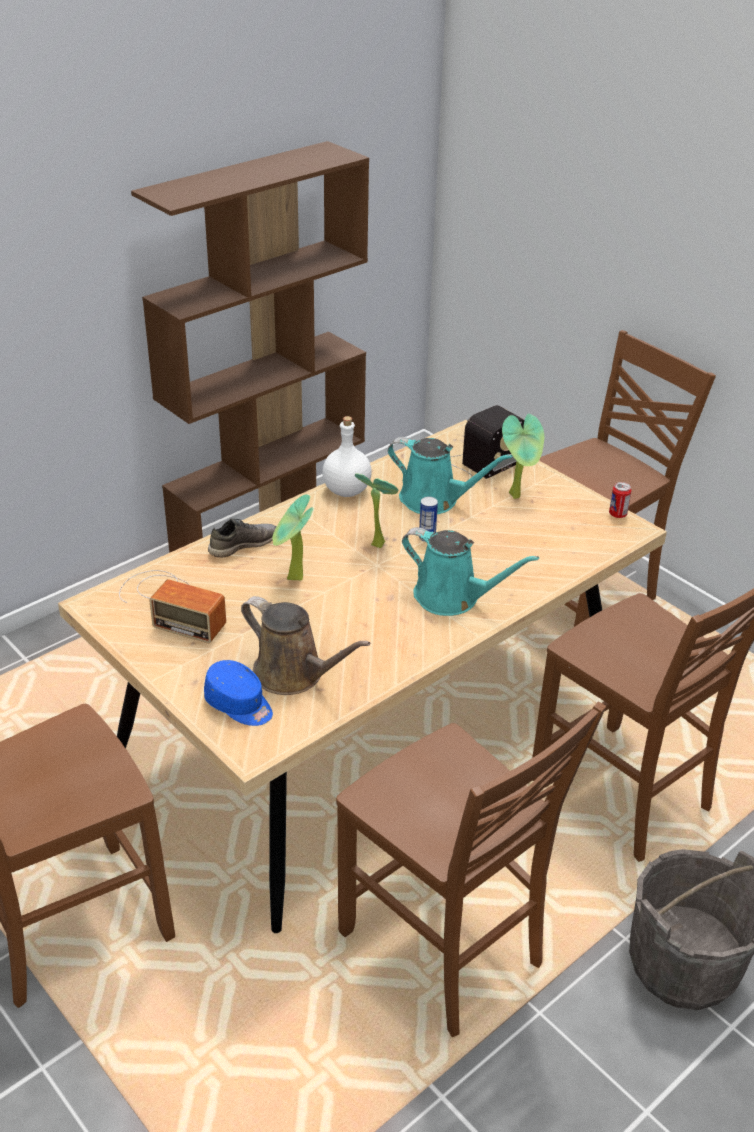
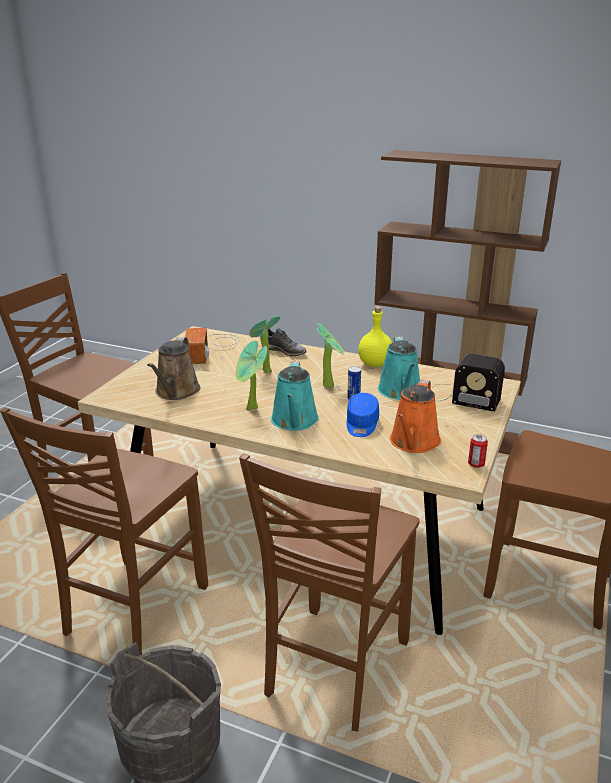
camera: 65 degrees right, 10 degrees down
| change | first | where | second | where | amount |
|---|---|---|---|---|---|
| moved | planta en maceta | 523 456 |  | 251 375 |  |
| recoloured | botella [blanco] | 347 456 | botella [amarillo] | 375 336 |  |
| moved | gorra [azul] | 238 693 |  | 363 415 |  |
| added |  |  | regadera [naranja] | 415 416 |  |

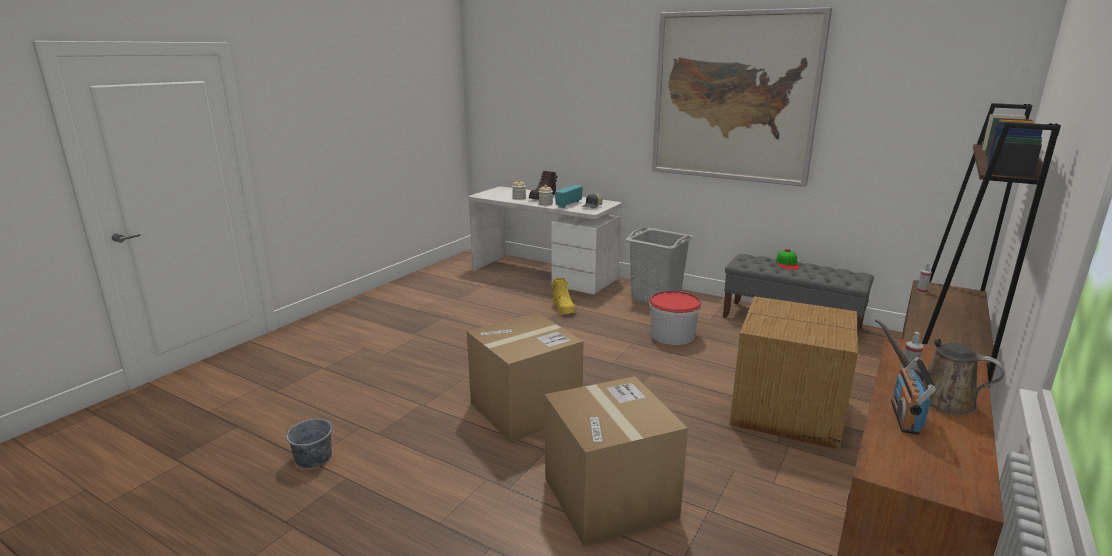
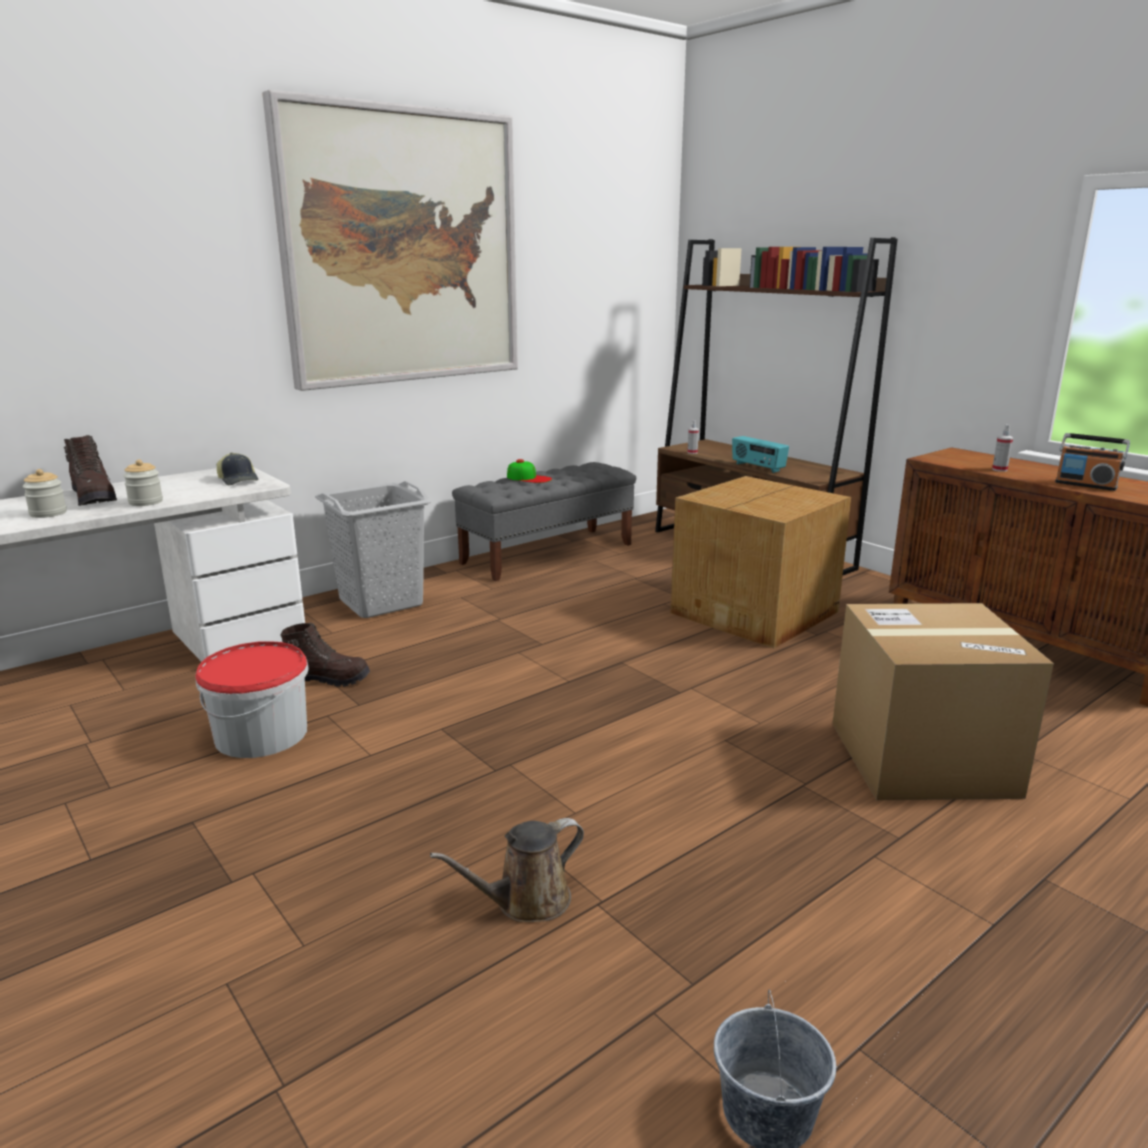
camera: 70 degrees left, 0 degrees up
| change | first | where | second | where | amount |
|---|---|---|---|---|---|
| moved | radio | 569 196 |  | 760 454 |  |
| recoloured | bota [amarillo] | 564 296 | bota [marrón] | 325 654 |  |
| moved | cubo | 675 318 |  | 252 699 |  |
| removed | caja de cartón | 525 378 |  |  |  |
| moved | regadera [marrón] | 940 367 |  | 507 870 |  |

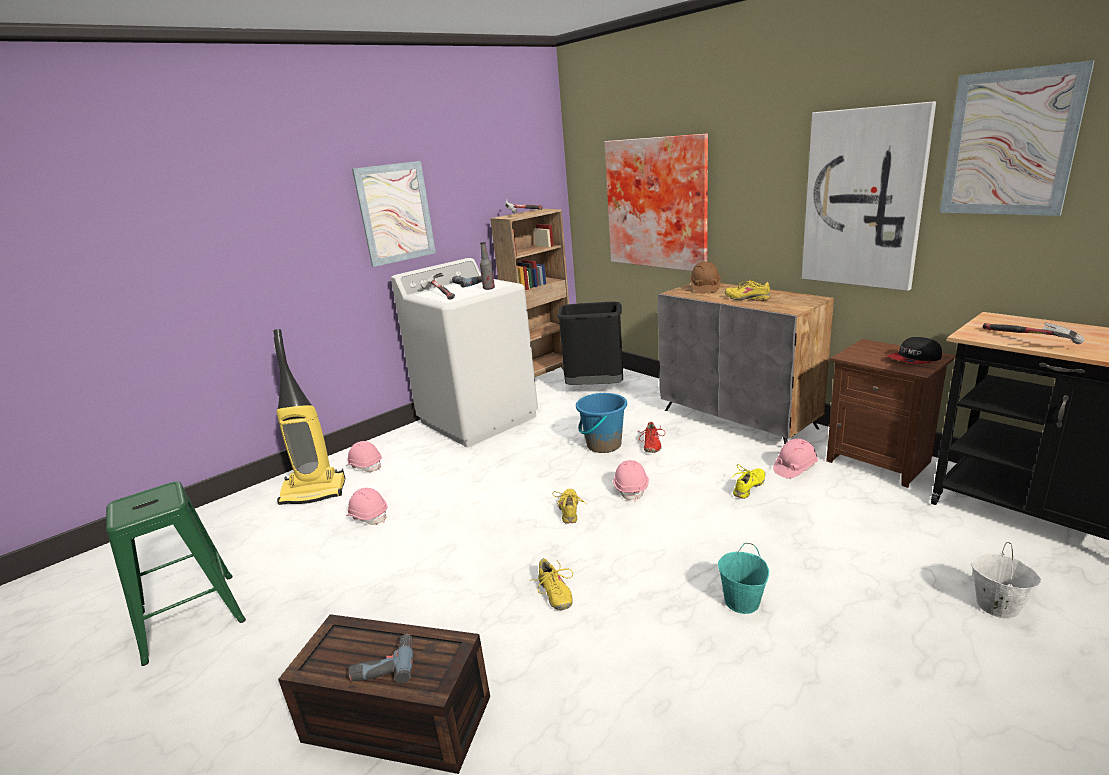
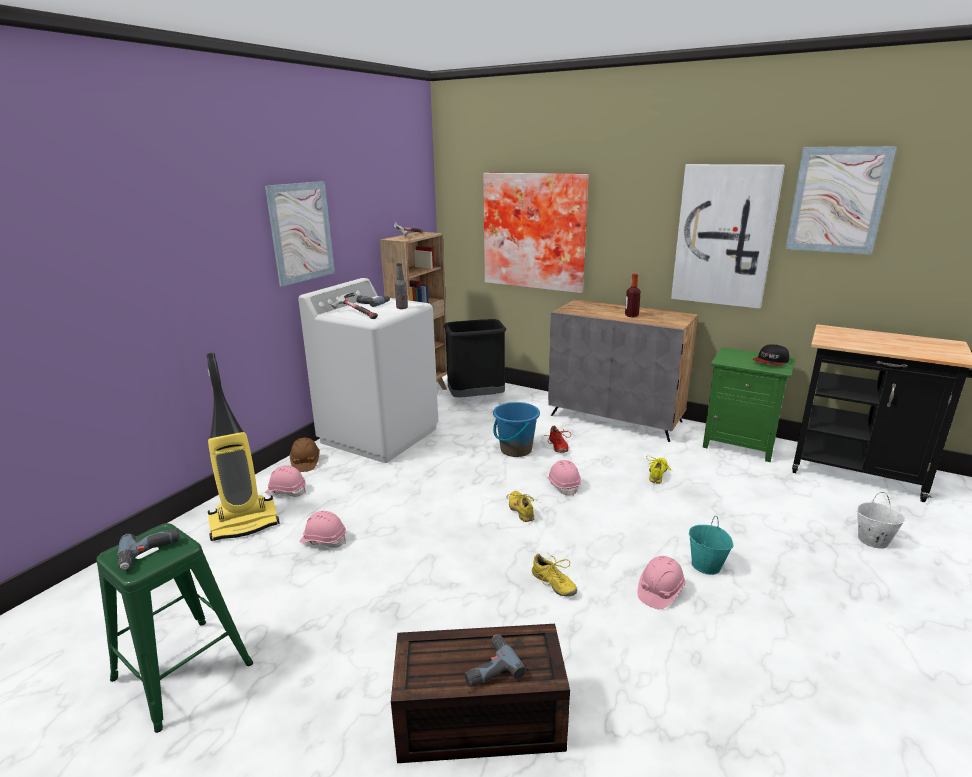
camera: 20 degrees left, 0 degrees up
| change | first | where | second | where | amount |
|---|---|---|---|---|---|
| moved | casco [marrón] | 705 277 |  | 305 455 |  |
| replaced | zapato [amarillo] | 748 290 | botella | 633 295 |  |
| removed | martillo | 1033 333 |  |  |  |
| recoloured | mesita de noche [marrón] | 891 413 | mesita de noche [verde] | 749 404 |  |
| moved | casco [rosa] | 795 459 |  | 661 582 |  |
| added |  |  | taladro | 149 549 |  |

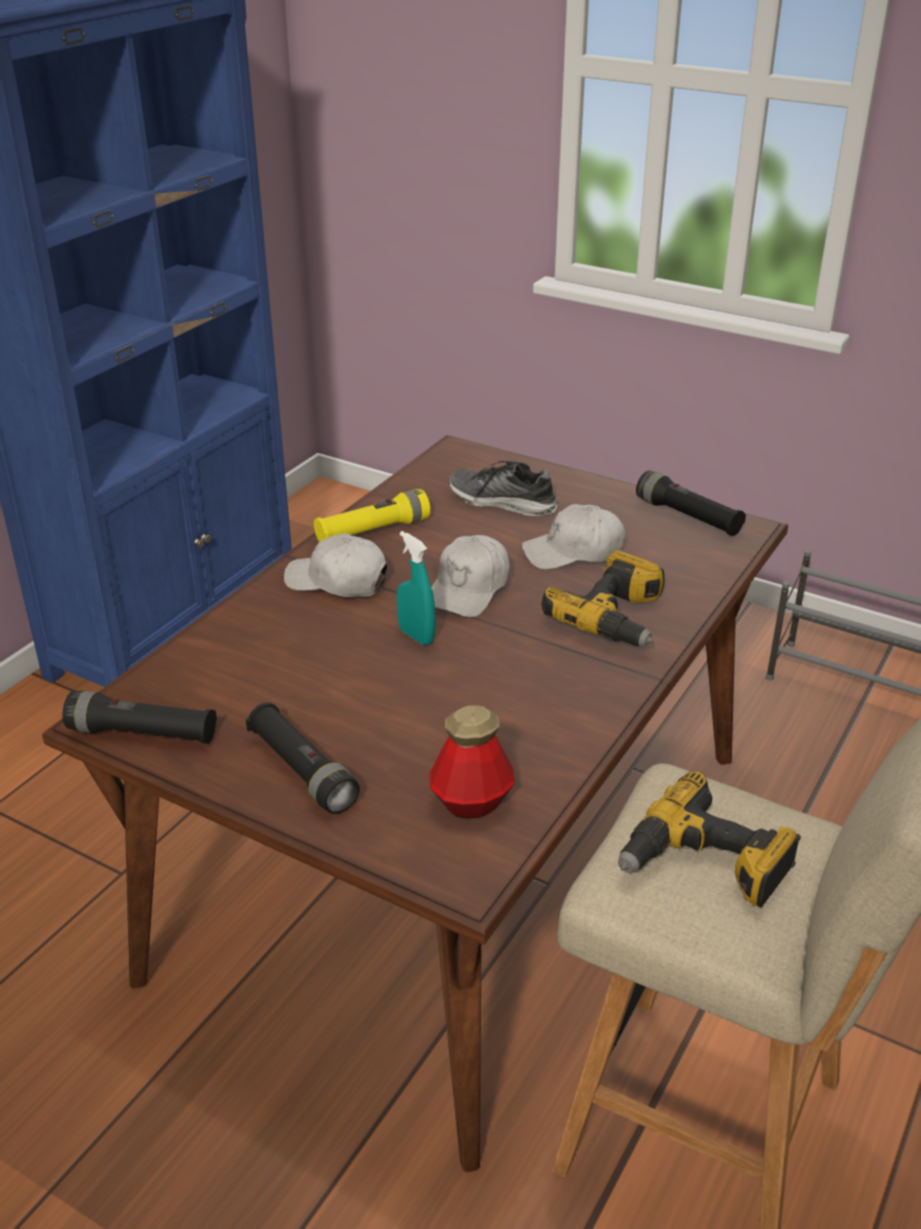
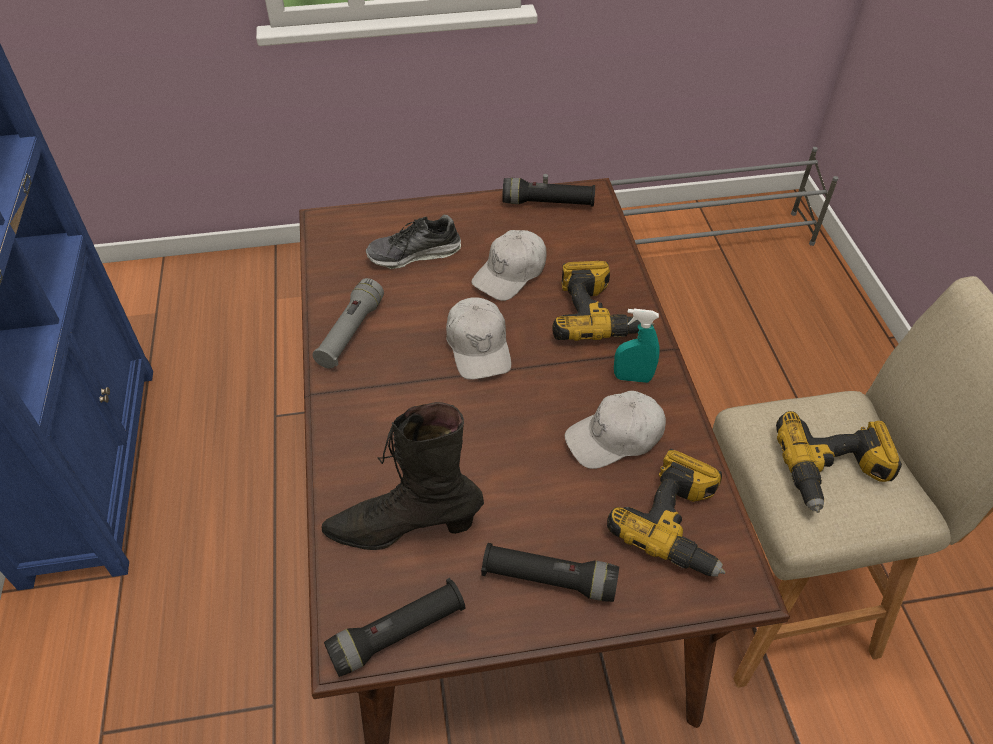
camera: 40 degrees left, 15 degrees up
| change | first | where | second | where | amount |
|---|---|---|---|---|---|
| recoloured | linterna [amarillo] | 372 515 | linterna [gris] | 348 323 |  |
| moved | pulverizador [turquesa] | 416 588 |  | 637 346 |  |
| moved | gorra [blanco] | 336 565 |  | 615 430 |  |
| replaced | botella | 472 762 | taladro | 666 513 |  |
| added |  |  | bota [negro] | 402 476 |  |

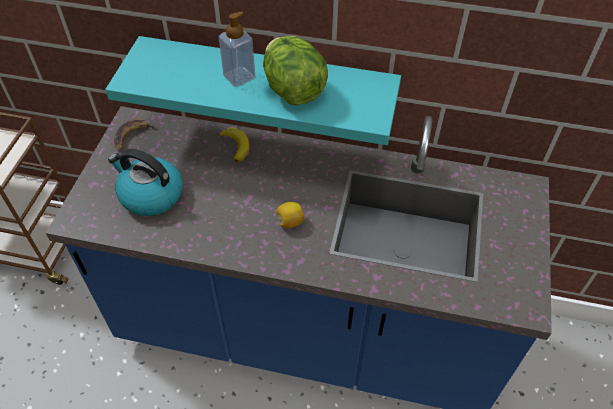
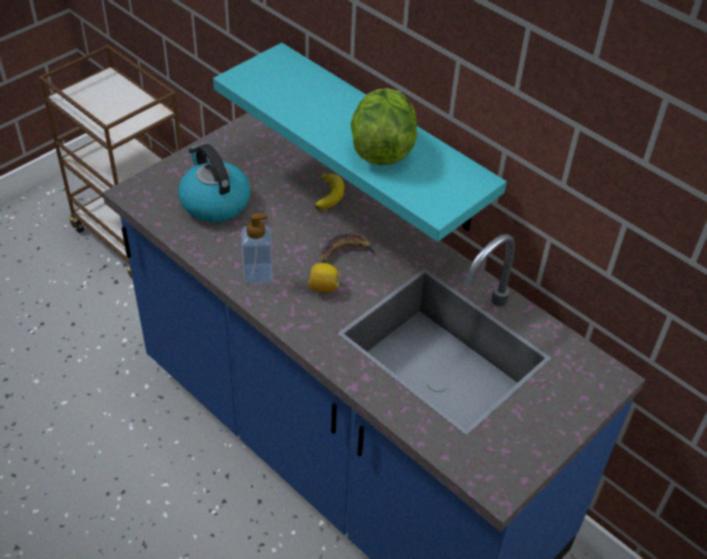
camera: 30 degrees right, 5 degrees down
| change | first | where | second | where | amount |
|---|---|---|---|---|---|
| moved | dispensador de jabón | 237 49 |  | 257 248 |  |
| moved | plátano | 135 135 |  | 348 248 |  |

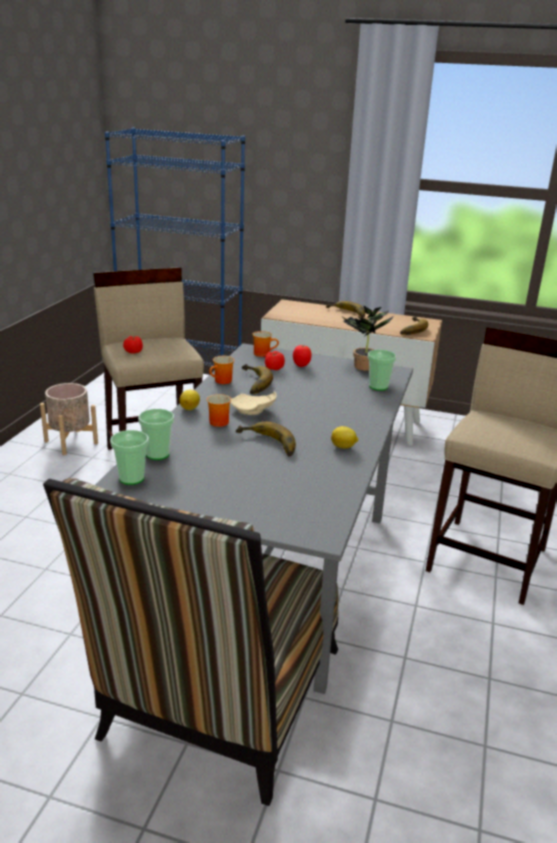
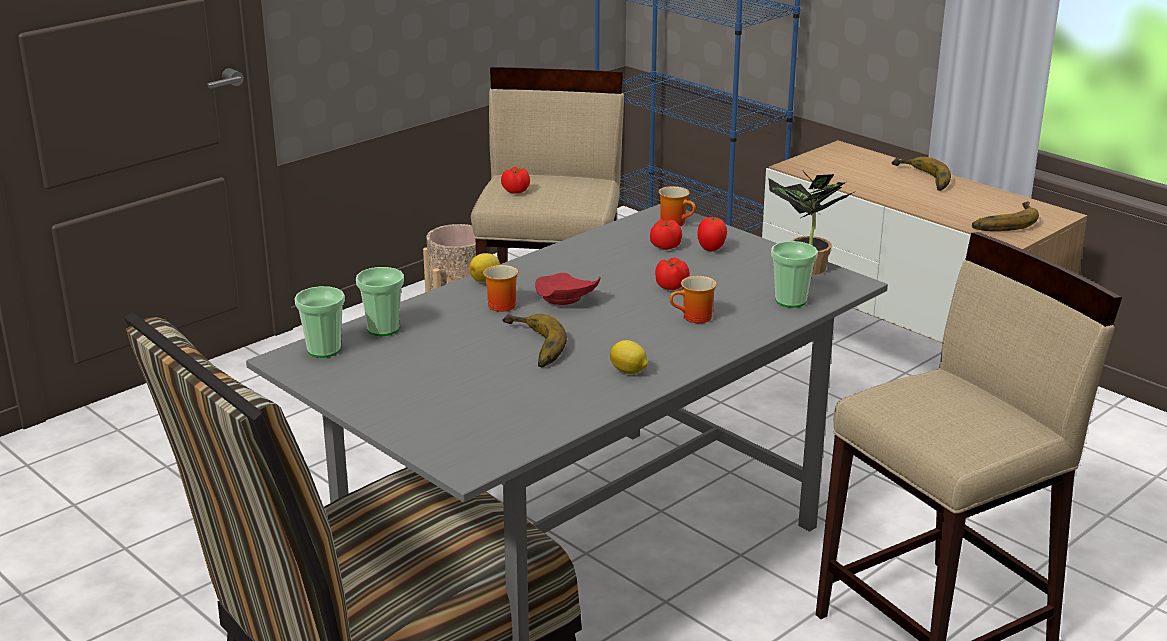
camera: 30 degrees right, 0 degrees up
| change | first | where | second | where | amount |
|---|---|---|---|---|---|
| moved | taza grande | 221 370 |  | 693 299 |  |
| removed | plátano | 257 379 |  |  |  |
| recoloured | plato [beis] | 253 403 | plato [rojo] | 567 289 |  |
| added |  |  | tomate | 672 273 |  |

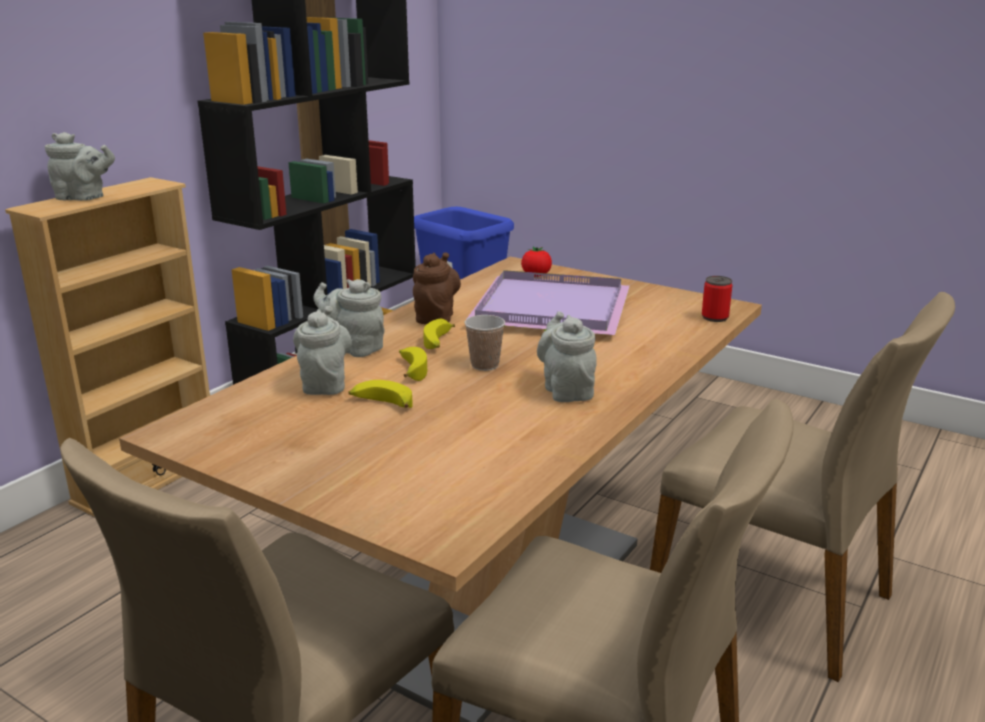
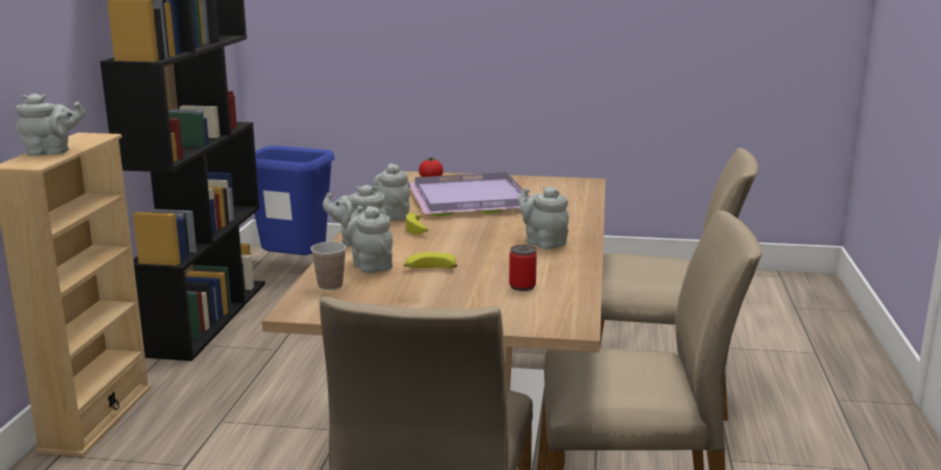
camera: 25 degrees left, 5 degrees down
| change | first | where | second | where | amount |
|---|---|---|---|---|---|
| recoloured | tetera [marrón] | 437 288 | tetera [gris] | 391 192 |  |
| moved | lata | 717 299 |  | 523 268 |  |
| moved | taza | 484 343 |  | 328 266 |  |
| removed | plátano | 413 364 |  |  |  |

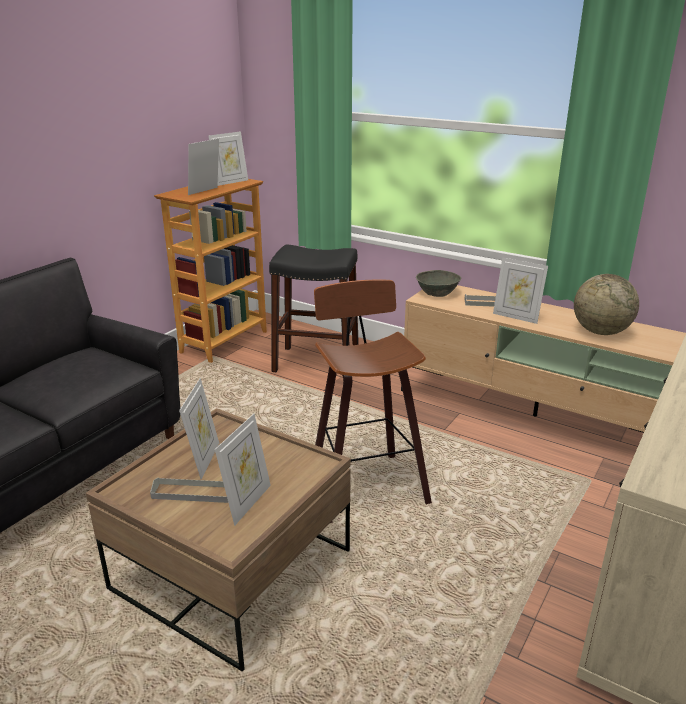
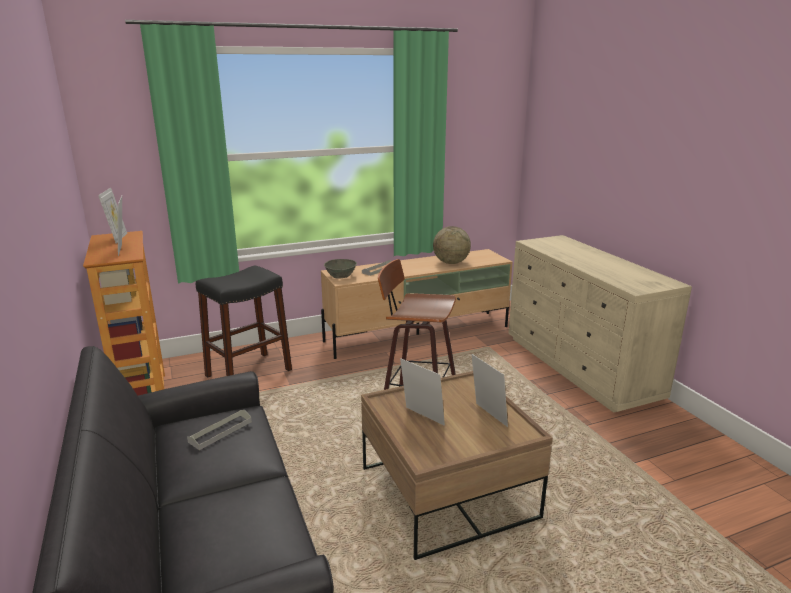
camera: 55 degrees left, 5 degrees down
| change | first | where | second | where | amount |
|---|---|---|---|---|---|
| removed | portarretratos | 520 290 |  |  |  |
| moved | bandeja [gris] | 189 490 |  | 219 430 |  |

